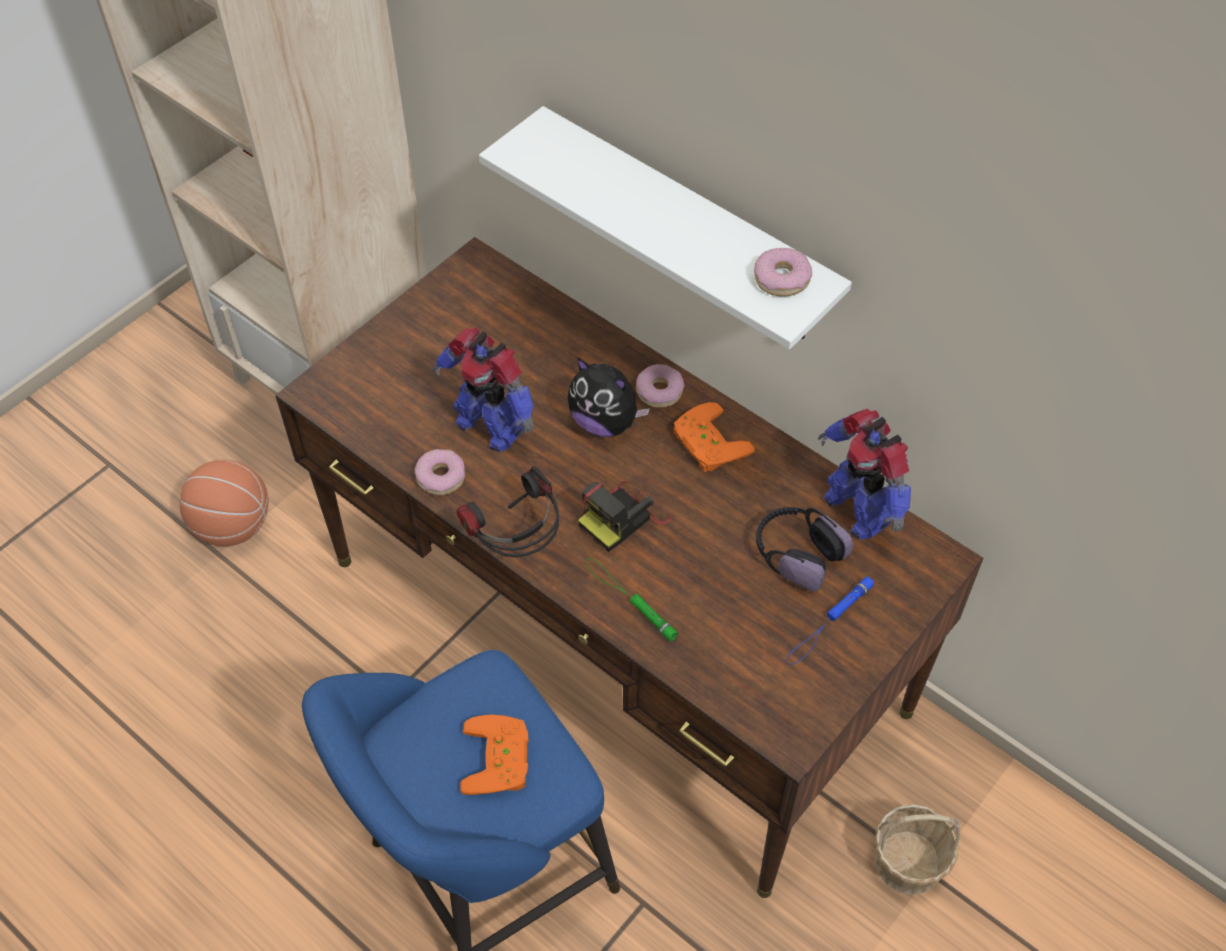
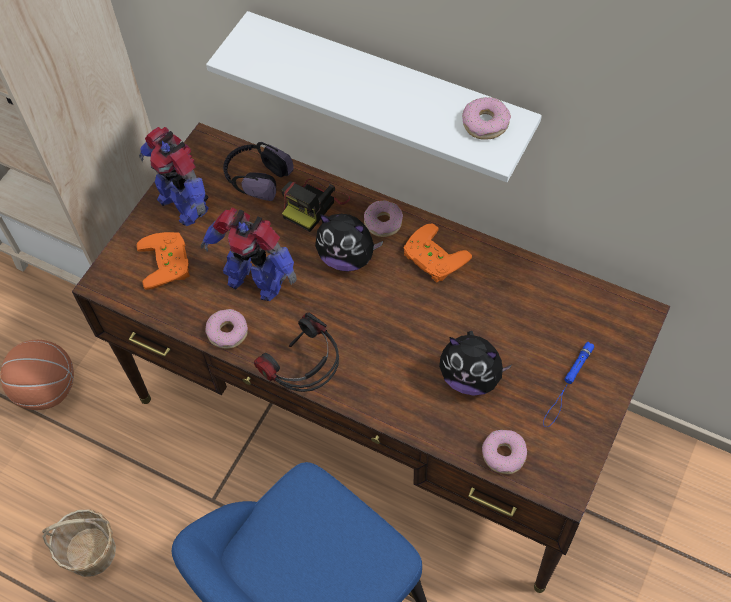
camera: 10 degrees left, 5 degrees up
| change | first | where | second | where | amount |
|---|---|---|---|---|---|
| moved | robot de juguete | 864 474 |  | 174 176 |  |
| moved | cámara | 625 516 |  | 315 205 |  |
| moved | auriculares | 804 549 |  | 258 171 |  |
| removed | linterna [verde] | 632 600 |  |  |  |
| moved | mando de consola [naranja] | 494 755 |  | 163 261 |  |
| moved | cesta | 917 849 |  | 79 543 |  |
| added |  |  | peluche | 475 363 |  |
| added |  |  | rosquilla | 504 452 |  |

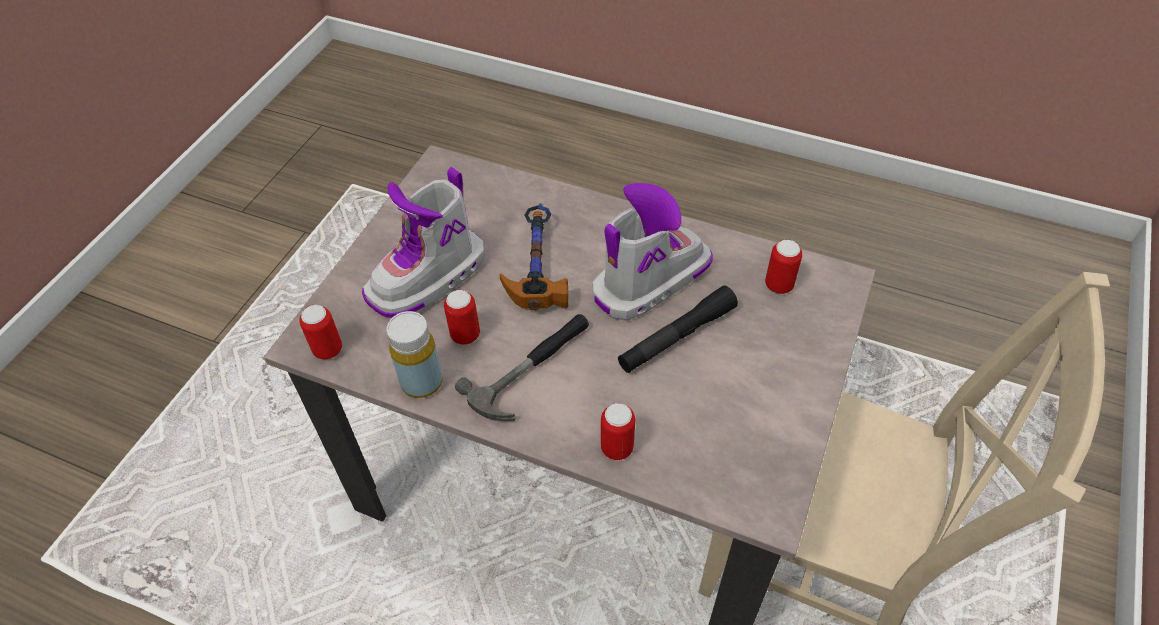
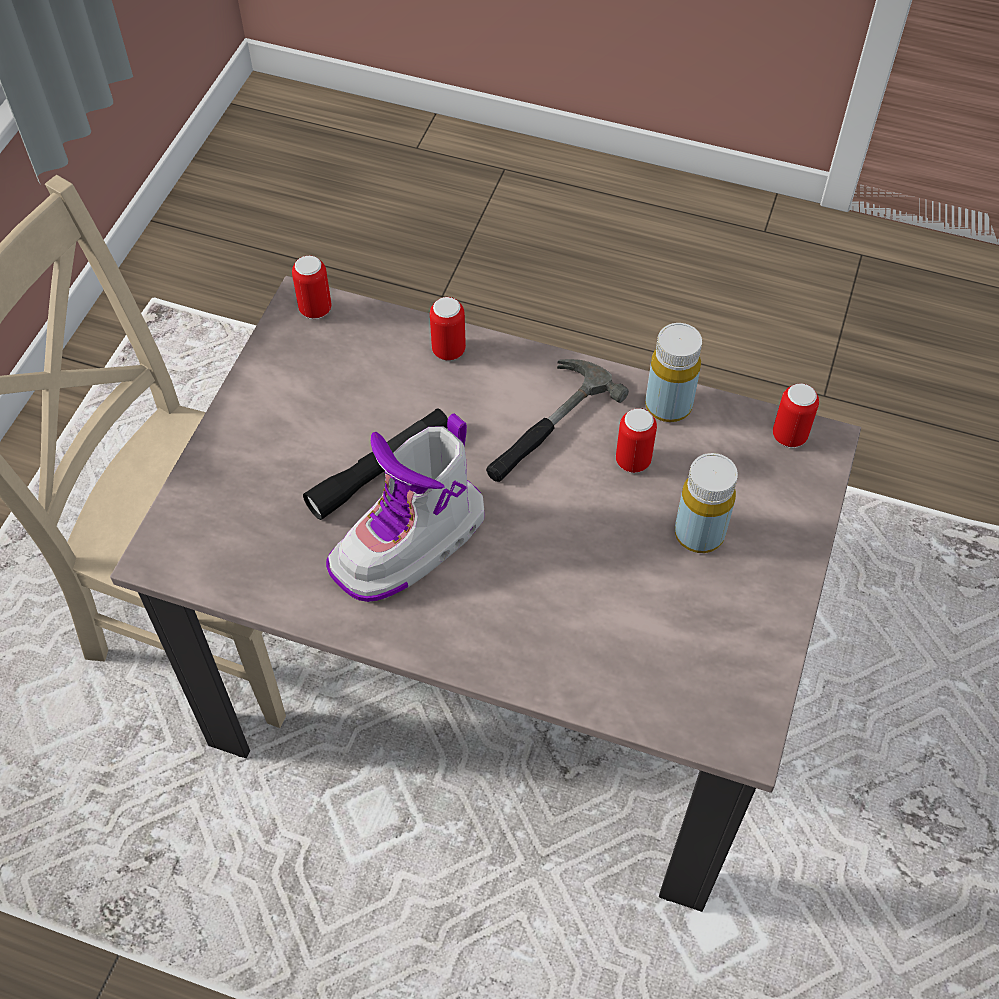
camera: 175 degrees right, 5 degrees up
| change | first | where | second | where | amount |
|---|---|---|---|---|---|
| replaced | bota | 423 242 | botella [amarillo] | 706 503 |  |
| removed | martillo | 533 257 |  |  |  |
| moved | lata | 783 267 |  | 311 287 |  |

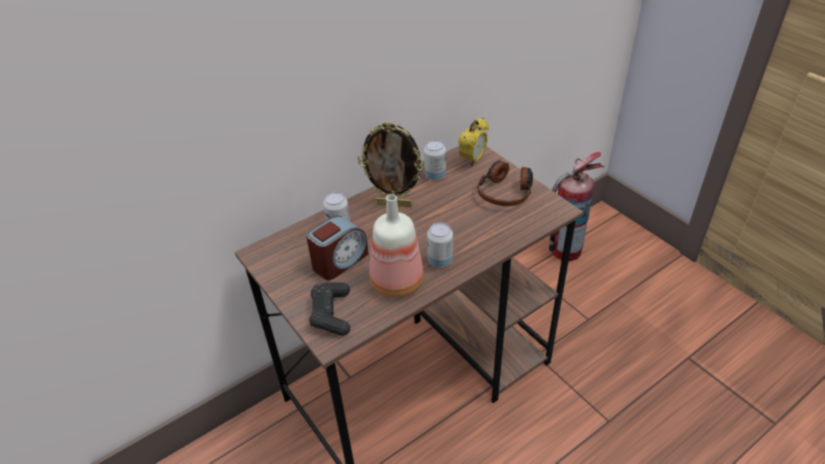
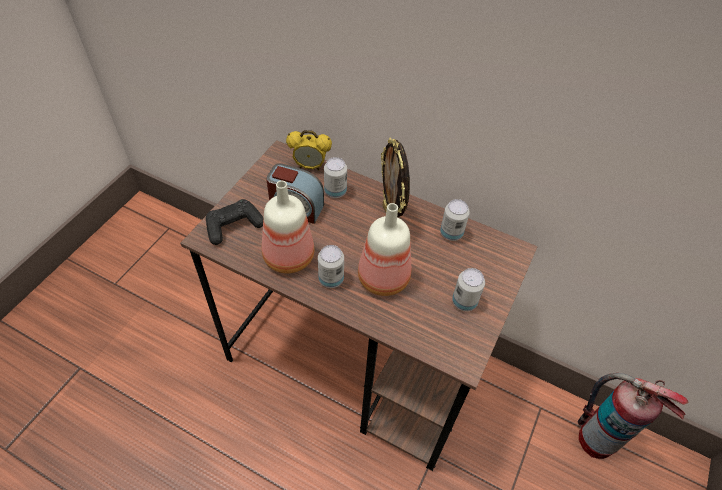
camera: 60 degrees right, 10 degrees up
| change | first | where | second | where | amount |
|---|---|---|---|---|---|
| moved | despertador | 473 142 |  | 309 150 |  |
| replaced | auriculares | 505 183 | lata | 468 289 |  |
| added |  |  | botella | 384 249 |  |

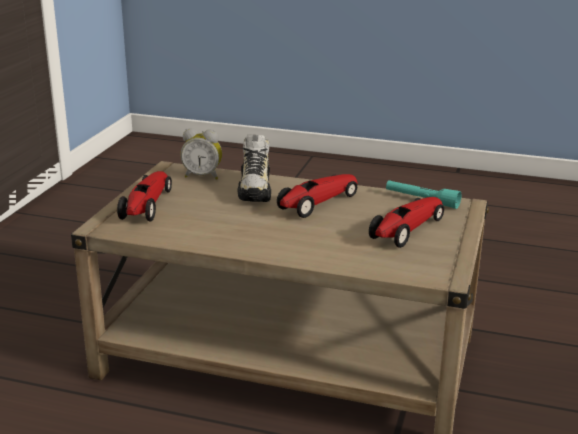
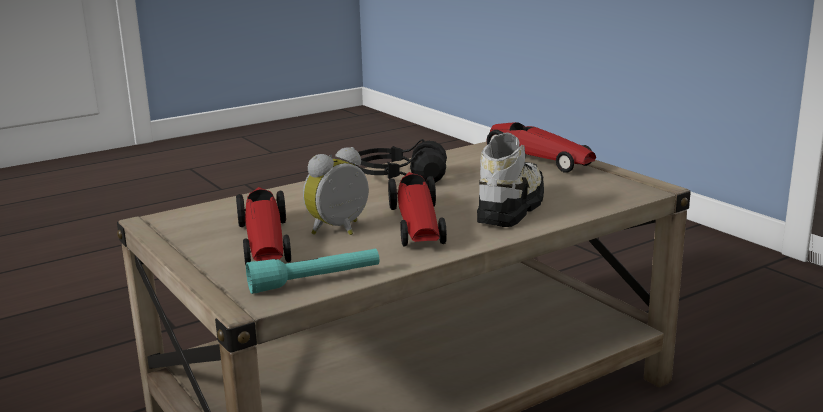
camera: 130 degrees right, 5 degrees down
| change | first | where | second | where | amount |
|---|---|---|---|---|---|
| moved | despertador | 201 154 |  | 336 191 |  |
| turned | zapato | 254 168 |  | 510 179 | 75 degrees clockwise |
| added |  |  | auriculares [negro] | 400 161 |  |

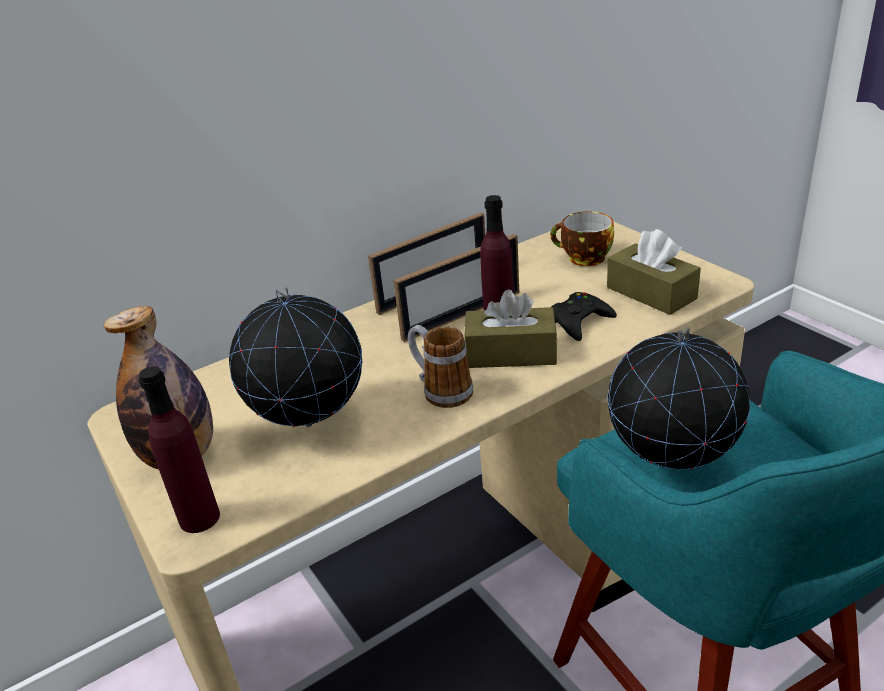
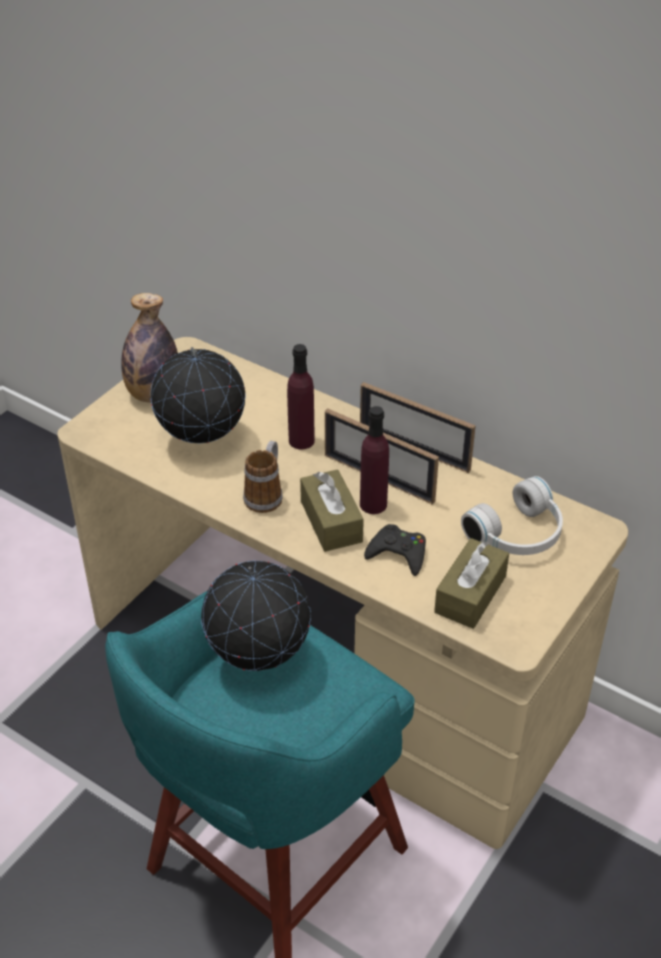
camera: 65 degrees right, 10 degrees up
| change | first | where | second | where | amount |
|---|---|---|---|---|---|
| replaced | taza | 582 238 | auriculares [blanco] | 512 515 |  |
| moved | botella [morado] | 179 449 |  | 301 396 |  |

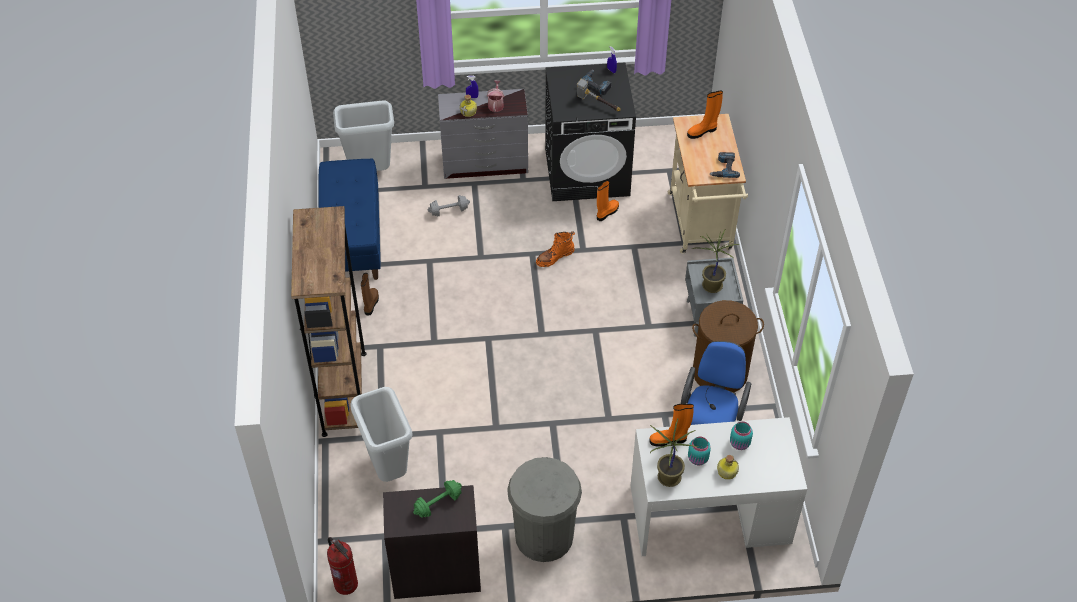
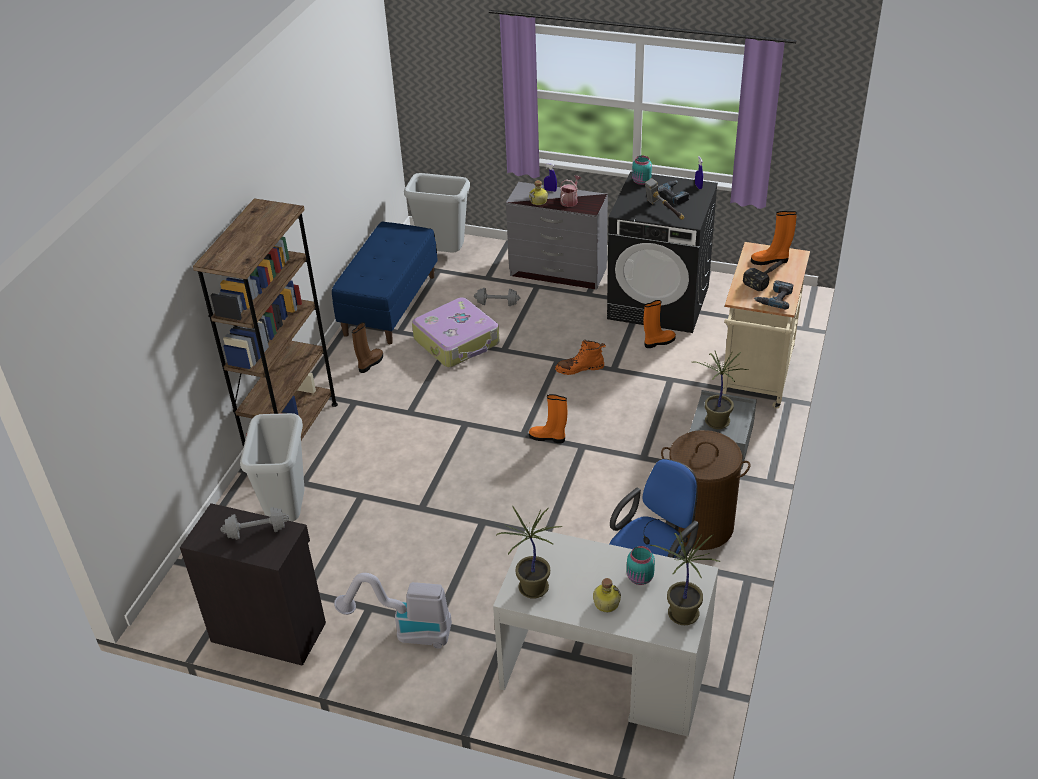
camera: 25 degrees right, 10 degrees down
| change | first | where | second | where | amount |
|---|---|---|---|---|---|
| moved | bota [naranja] | 671 425 |  | 548 418 |  |
| moved | tarro [turquesa] | 699 451 |  | 642 170 |  |
| replaced | papelera [gris] | 544 509 | aspiradora | 393 611 |  |
| recoloured | mancuerna [verde] | 437 499 | mancuerna [gris] | 254 523 |  |
| removed | extintor | 342 566 |  |  |  |
| added |  |  | martillo | 763 275 |  |
| added |  |  | maleta | 456 332 |  |
| added |  |  | planta en maceta | 685 578 |  |

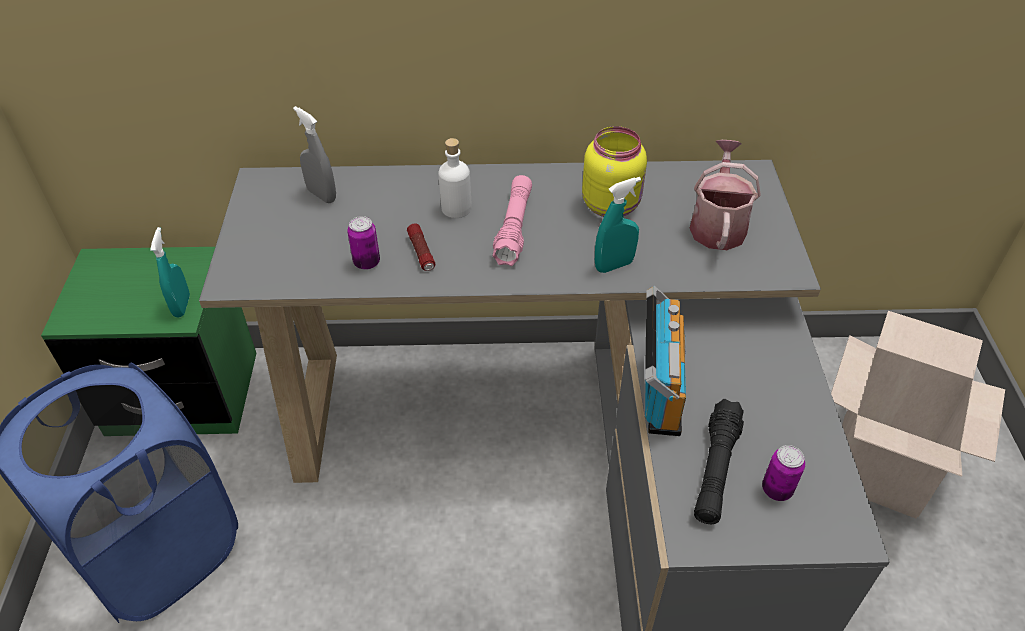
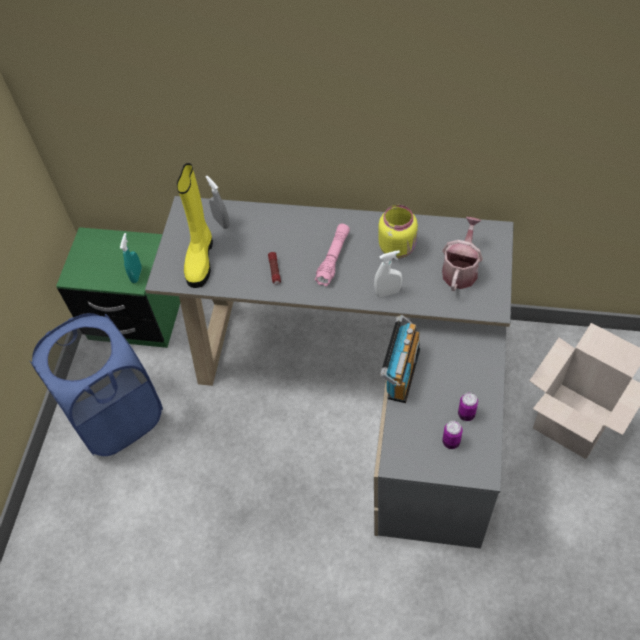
camera: 15 degrees right, 10 degrees up
| change | first | where | second | where | amount |
|---|---|---|---|---|---|
| removed | botella [blanco] | 454 178 |  |  |  |
| recoloured | pulverizador [turquesa] | 618 225 | pulverizador [blanco] | 388 273 |  |
| moved | lata | 363 243 |  | 468 407 |  |
| removed | linterna [negro] | 719 461 |  |  |  |
| added |  |  | bota [amarillo] | 195 225 |  |

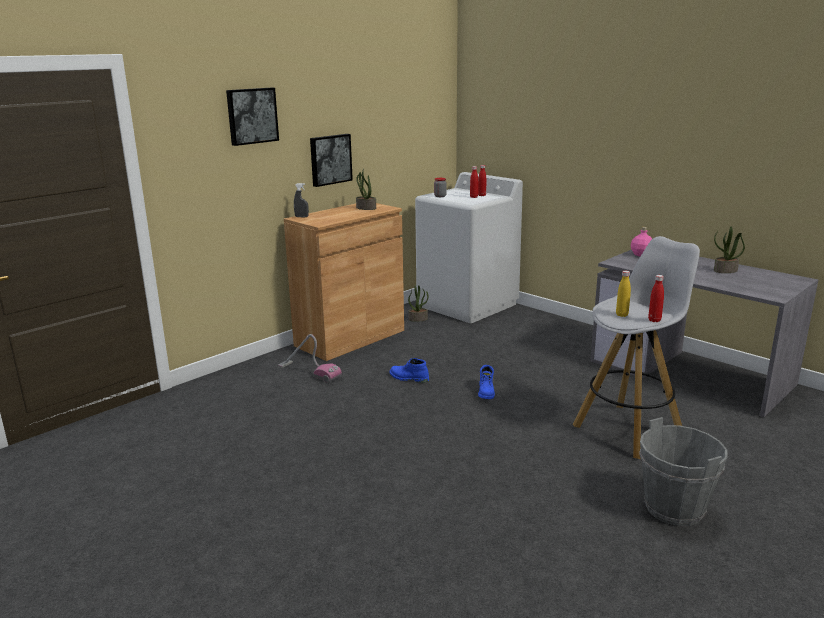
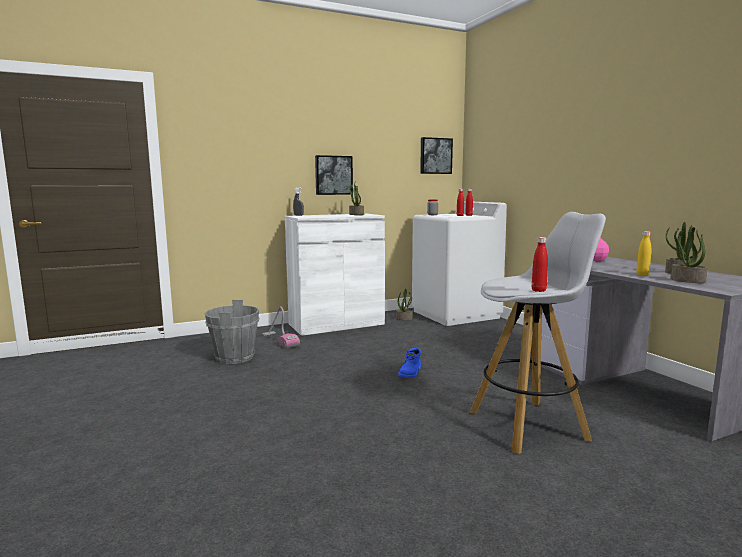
camera: 20 degrees right, 10 degrees down
| change | first | where | second | where | amount |
|---|---|---|---|---|---|
| moved | cuadro | 252 117 |  | 436 155 |  |
| recoloured | armario [marrón] | 344 282 | armario [blanco] | 335 275 |  |
| moved | botella [amarillo] | 623 294 |  | 643 253 |  |
| removed | bota [azul] | 409 370 |  |  |  |
| moved | cubo [gris] | 683 471 |  | 231 332 |  |
| added |  |  | planta en maceta | 688 254 |  |

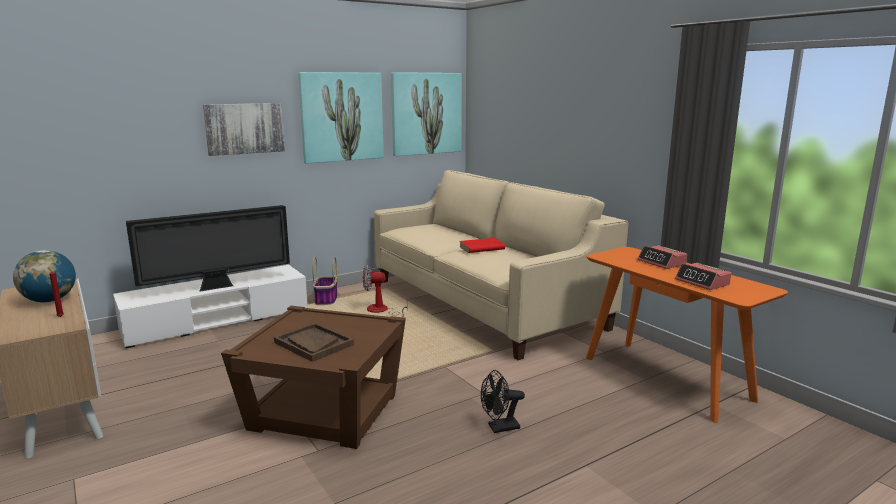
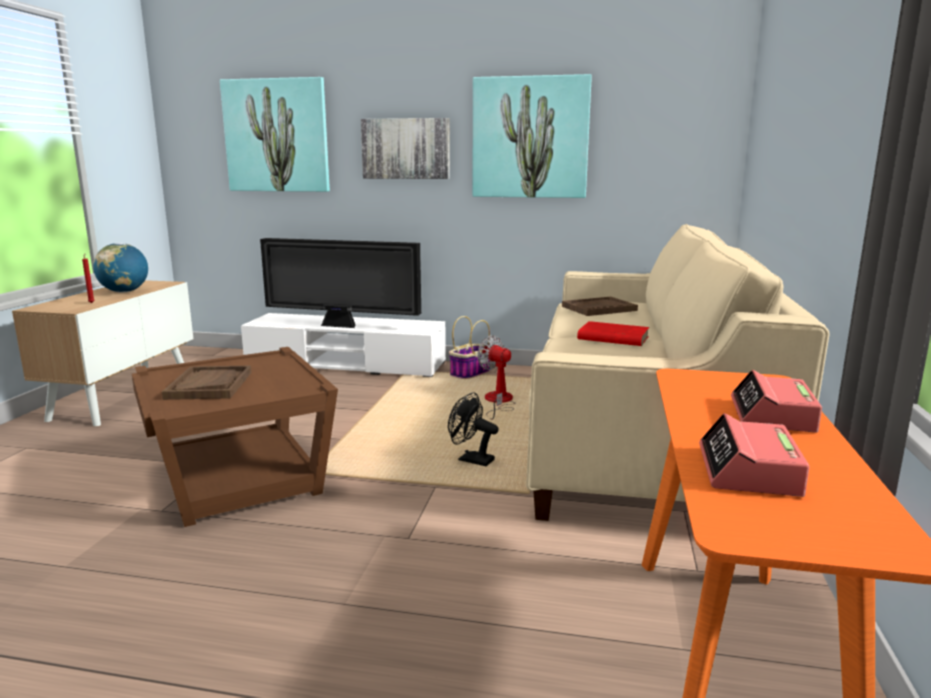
camera: 45 degrees right, 0 degrees up
| change | first | where | second | where | amount |
|---|---|---|---|---|---|
| moved | cuadro | 426 114 |  | 275 134 |  |
| moved | ventilador [negro] | 503 401 |  | 473 429 |  |
| added |  |  | bandeja [marrón] | 600 306 |  |

